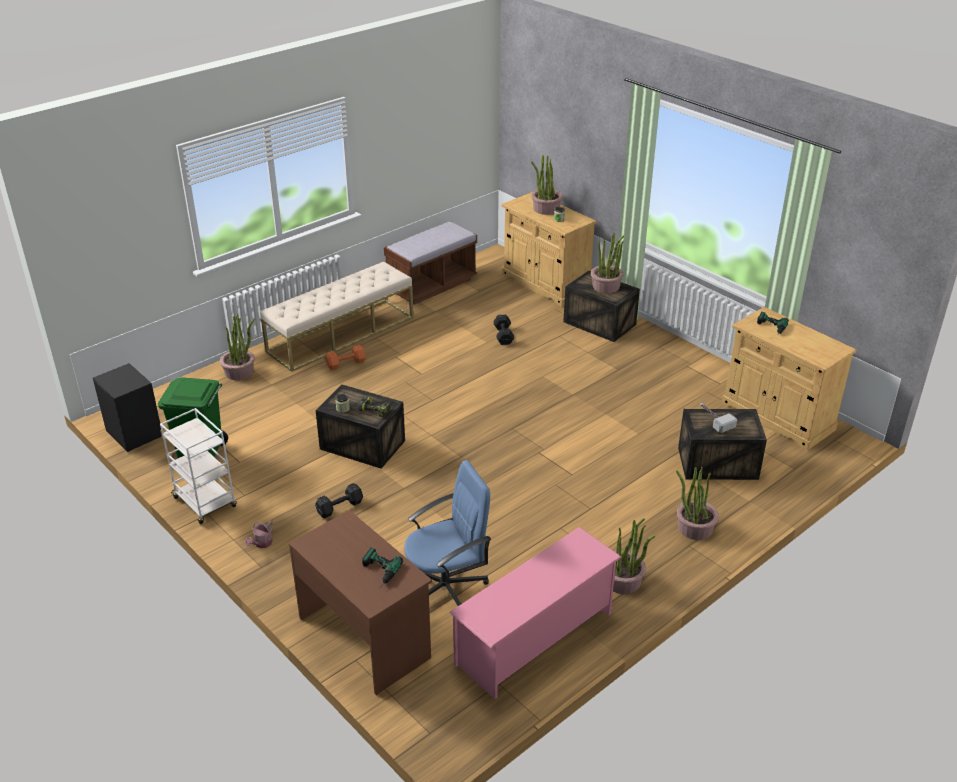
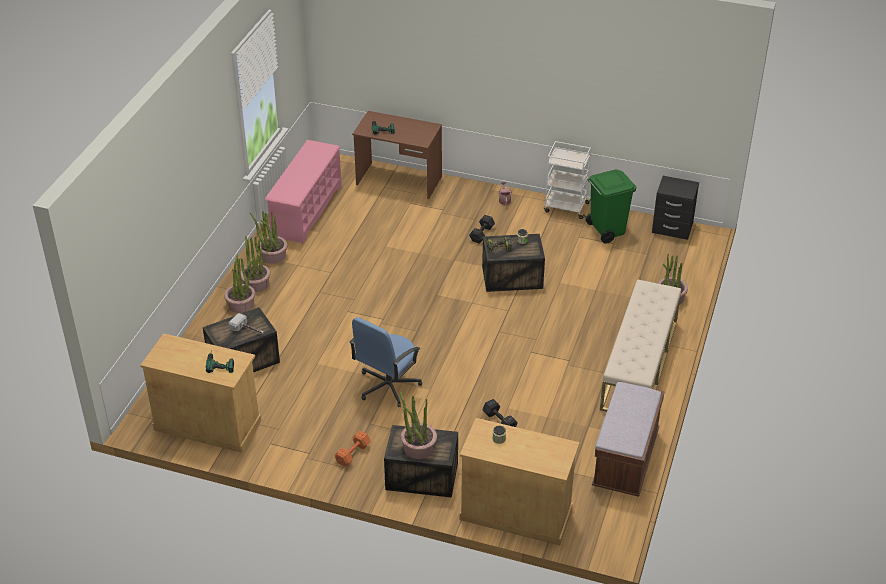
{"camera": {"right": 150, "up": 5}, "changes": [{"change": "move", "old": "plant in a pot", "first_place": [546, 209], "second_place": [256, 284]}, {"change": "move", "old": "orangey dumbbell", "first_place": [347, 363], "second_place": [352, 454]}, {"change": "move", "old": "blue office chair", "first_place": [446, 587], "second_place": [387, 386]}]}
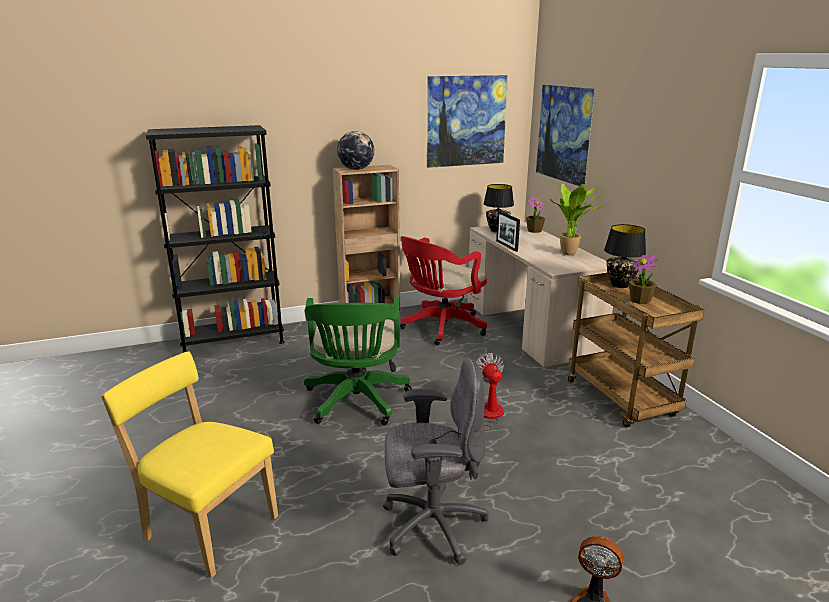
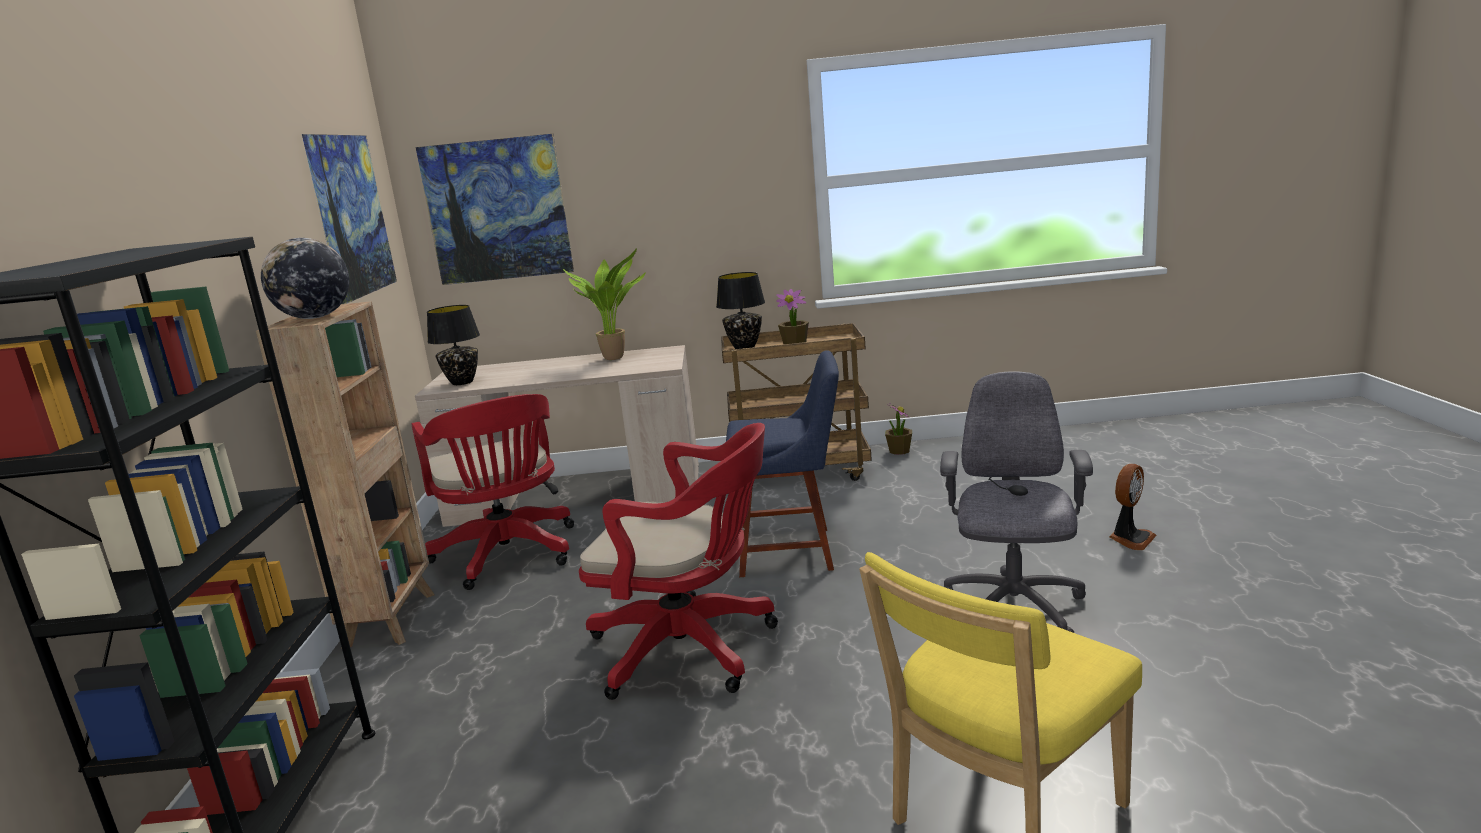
{"camera": {"right": -70, "up": -5}, "changes": [{"change": "move", "old": "plant in a pot", "first_place": [534, 231], "second_place": [899, 451]}, {"change": "delete", "old": "standing frame", "first_place": [506, 246]}, {"change": "recolor", "old": "green-coloured office chair", "new": "red-coloured office chair", "first_place": [356, 403], "second_place": [692, 649]}, {"change": "replace", "old": "electric fan", "new": "blue chair", "first_place": [485, 416], "second_place": [792, 551]}]}
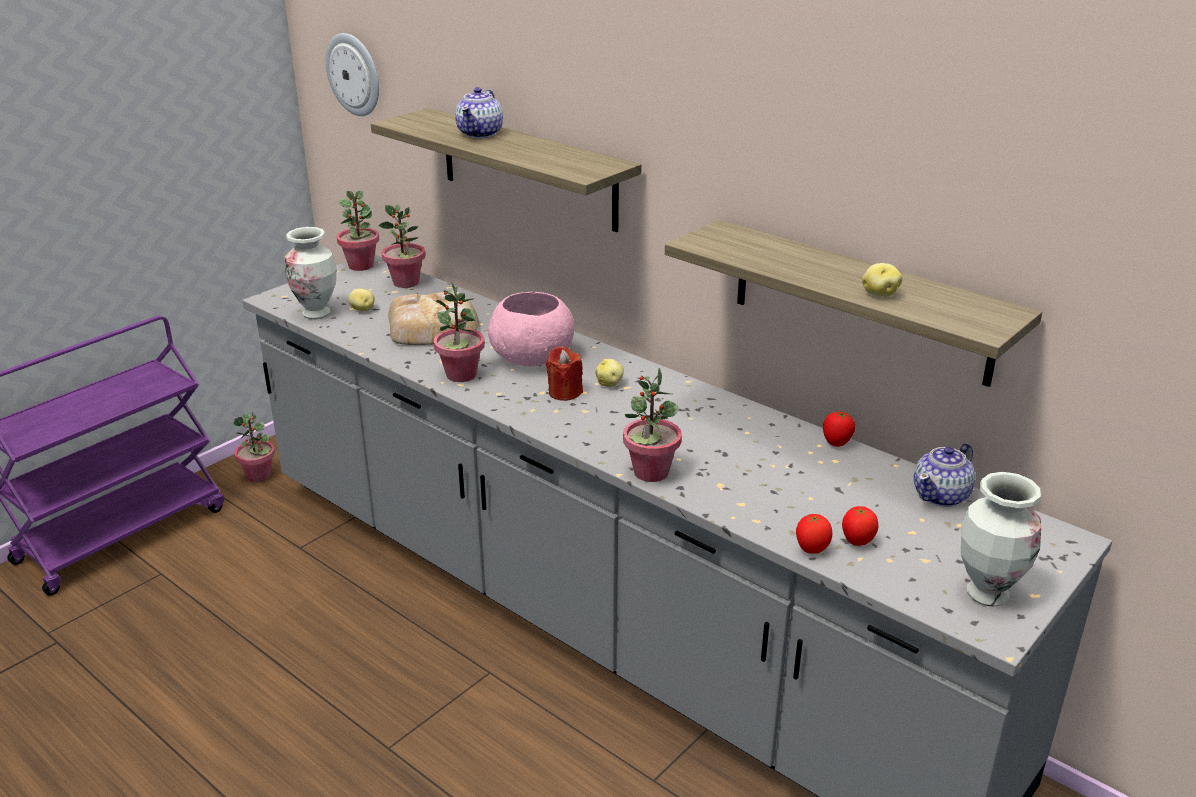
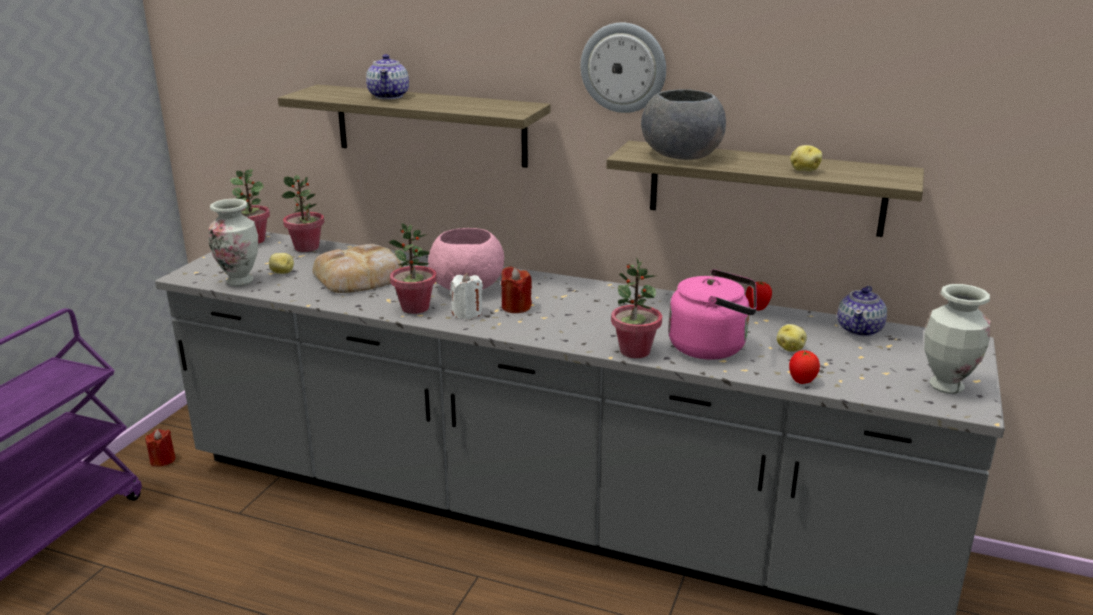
{"camera": {"right": -20, "up": -5}, "changes": [{"change": "move", "old": "clock on the wall", "first_place": [354, 74], "second_place": [623, 67]}, {"change": "move", "old": "whole potato", "first_place": [610, 383], "second_place": [790, 348]}, {"change": "replace", "old": "plant in a pot", "new": "red-coloured candle", "first_place": [259, 476], "second_place": [163, 460]}, {"change": "delete", "old": "fresh tomato", "first_place": [857, 542]}, {"change": "insert", "new": "grey bowl", "second_place": [680, 155]}, {"change": "insert", "new": "pink water kettle", "second_place": [712, 347]}, {"change": "insert", "new": "white-coloured candle", "second_place": [467, 313]}]}
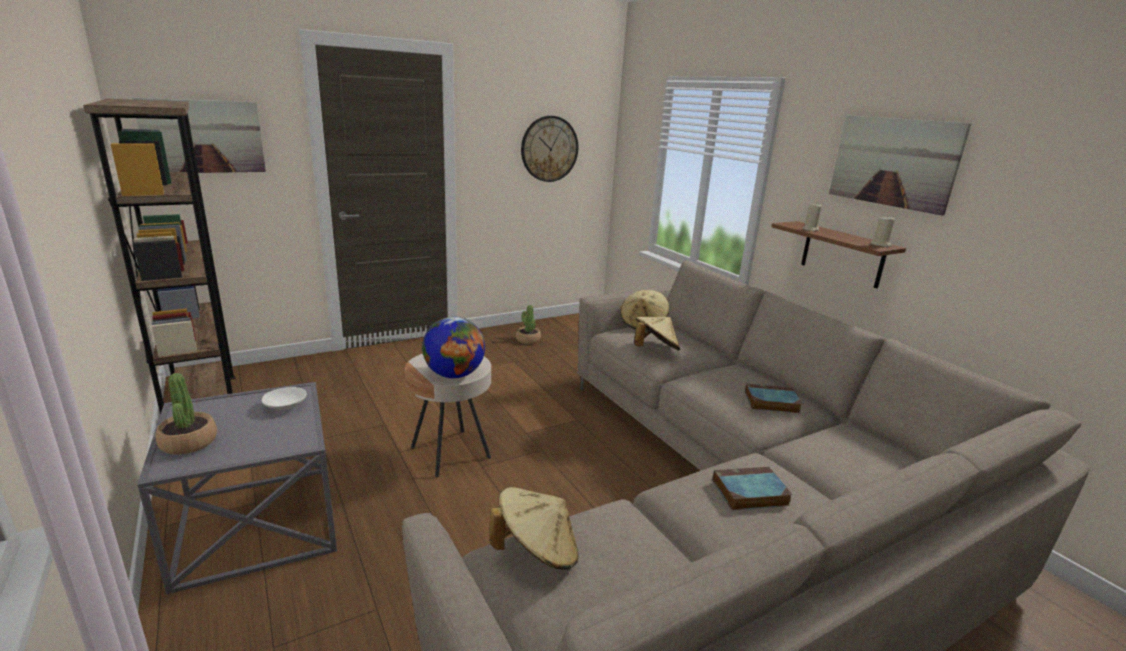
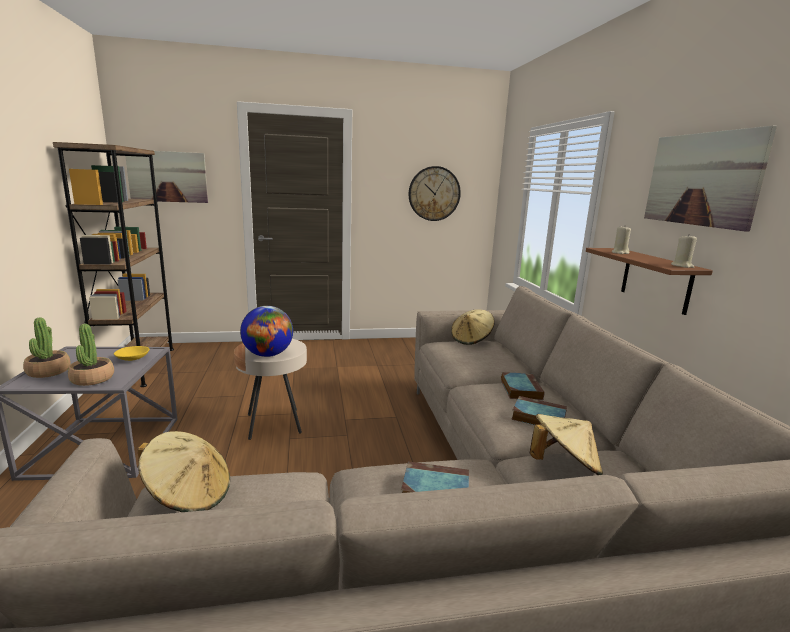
{"camera": {"right": 20, "up": -5}, "changes": [{"change": "move", "old": "plant in a pot", "first_place": [528, 340], "second_place": [92, 379]}, {"change": "move", "old": "sand-coloured clothing hat", "first_place": [655, 349], "second_place": [564, 465]}, {"change": "recolor", "old": "white-coloured bowl", "new": "yellowish bowl", "first_place": [285, 405], "second_place": [132, 358]}, {"change": "insert", "new": "book", "second_place": [520, 389]}]}
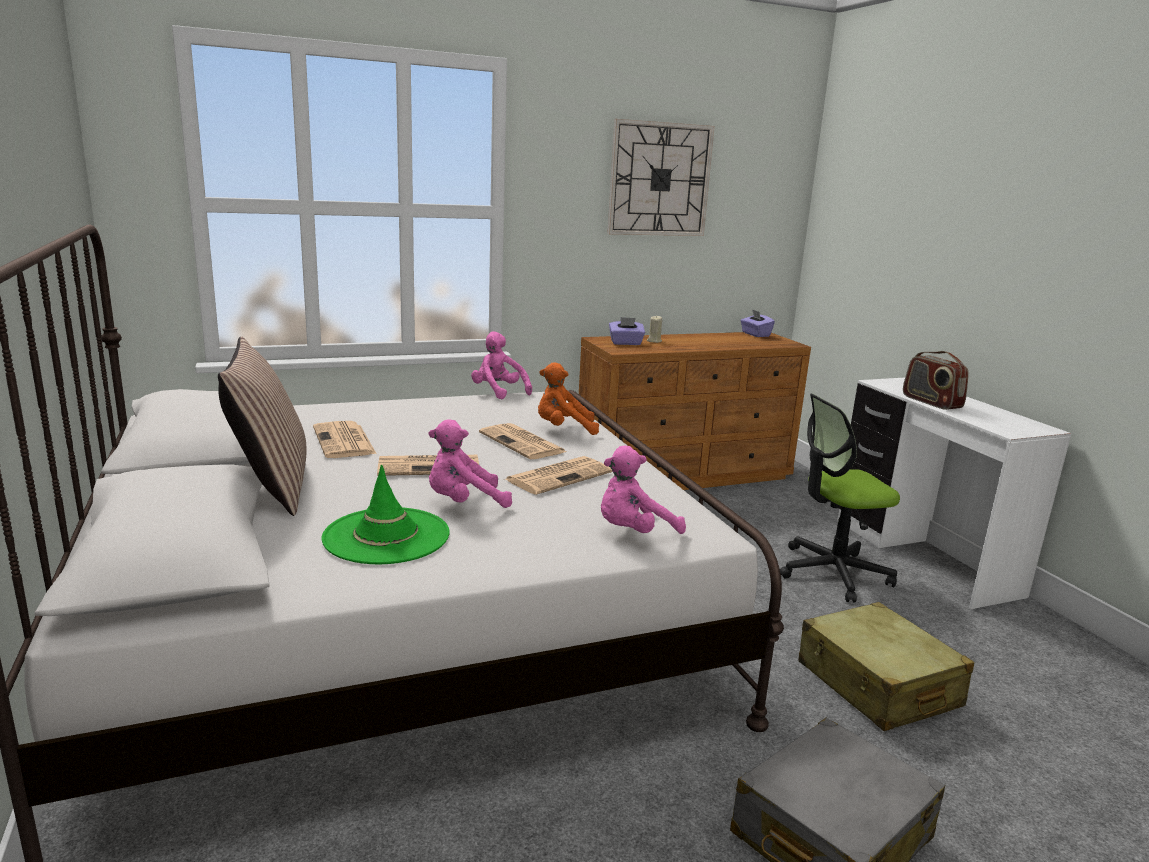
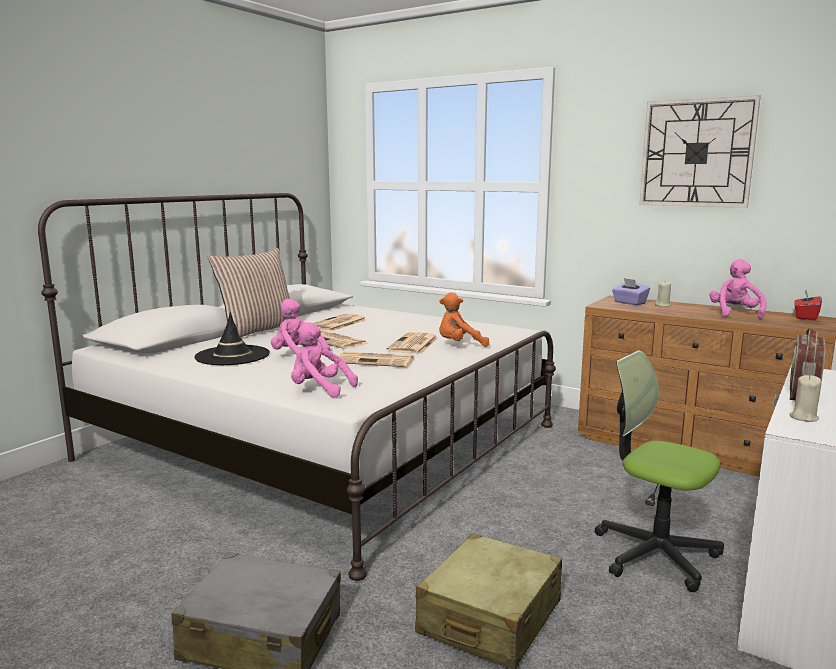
{"camera": {"right": 55, "up": -5}, "changes": [{"change": "recolor", "old": "purple-coloured tissue holder", "new": "red-coloured tissue holder", "first_place": [755, 334], "second_place": [805, 317]}, {"change": "move", "old": "pink plush toy", "first_place": [498, 392], "second_place": [735, 314]}, {"change": "rotate", "old": "orangey plush toy", "first_place": [563, 429], "second_place": [460, 345], "degrees": -60}, {"change": "recolor", "old": "green-coloured clothing hat", "new": "black clothing hat", "first_place": [386, 536], "second_place": [232, 356]}, {"change": "insert", "new": "sand-coloured candle", "second_place": [803, 417]}]}
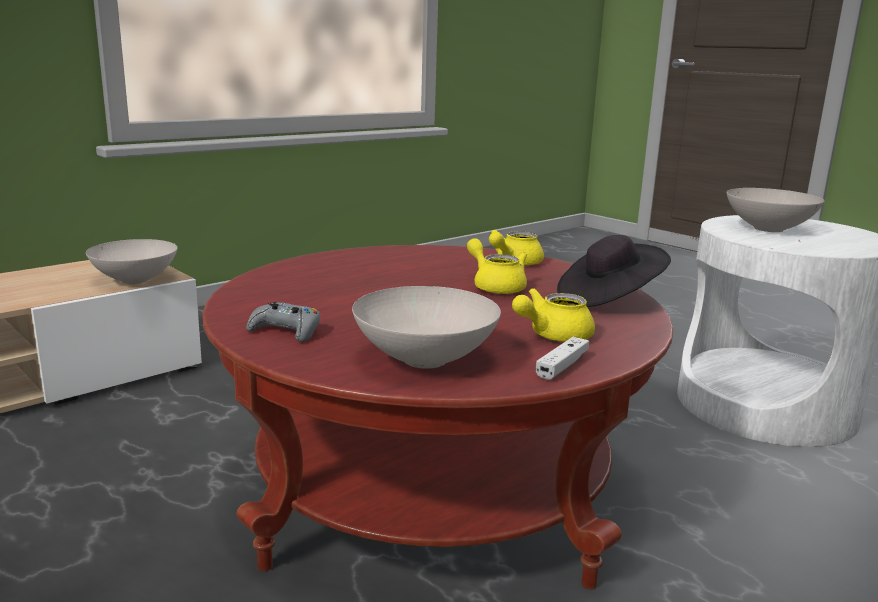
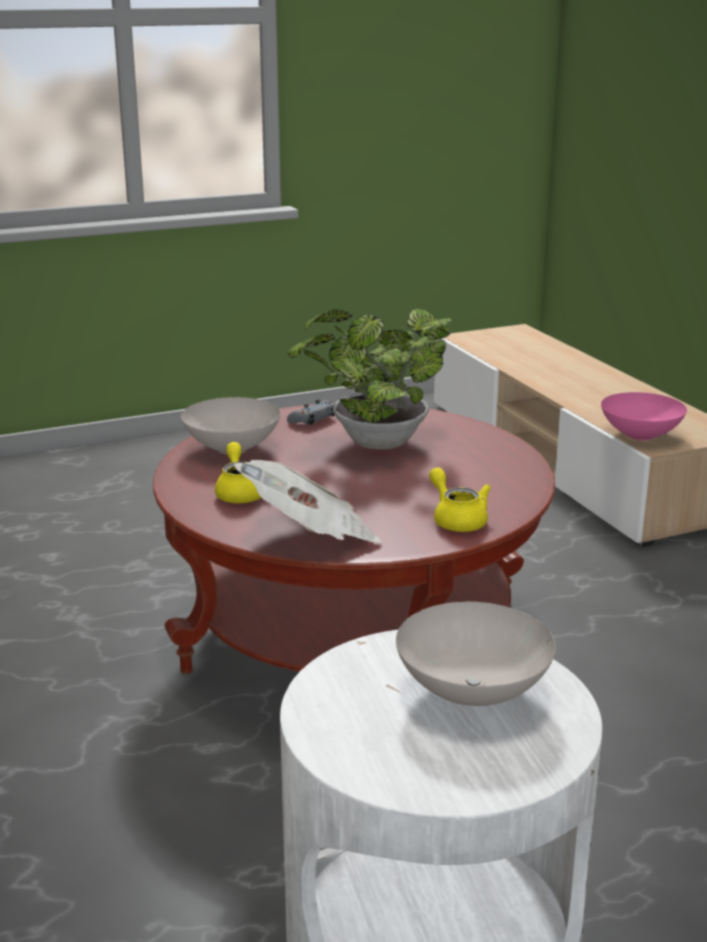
{"camera": {"right": 110, "up": 5}, "changes": [{"change": "replace", "old": "black clothing hat", "new": "daily paper", "first_place": [609, 299], "second_place": [310, 536]}, {"change": "delete", "old": "yellowish tea pot", "first_place": [495, 286]}, {"change": "recolor", "old": "white-coloured bowl", "new": "pink bowl", "first_place": [135, 279], "second_place": [642, 435]}, {"change": "delete", "old": "white-coloured gamepad", "first_place": [562, 366]}, {"change": "insert", "new": "plant in a pot", "second_place": [373, 444]}]}
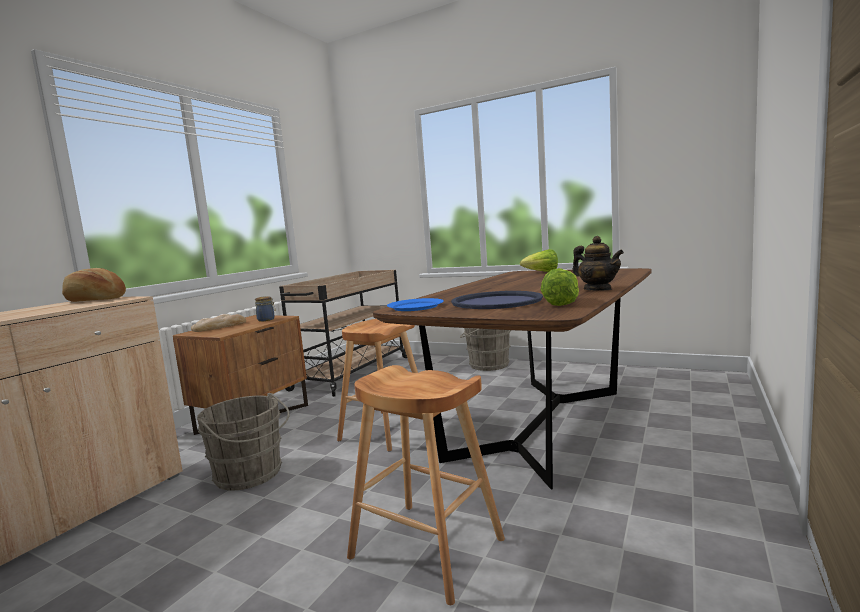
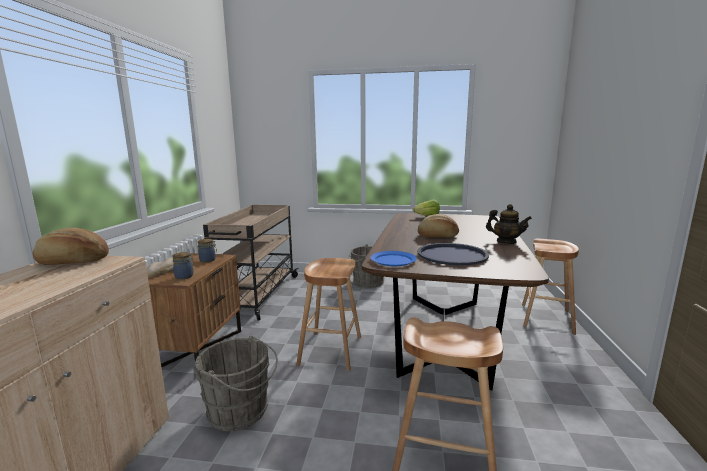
{"camera": {"right": -20, "up": 5}, "changes": [{"change": "delete", "old": "lettuce head", "first_place": [562, 303]}, {"change": "insert", "new": "baked bread", "second_place": [437, 236]}, {"change": "insert", "new": "brown-coloured stool", "second_place": [546, 318]}, {"change": "insert", "new": "storage jar", "second_place": [185, 276]}]}
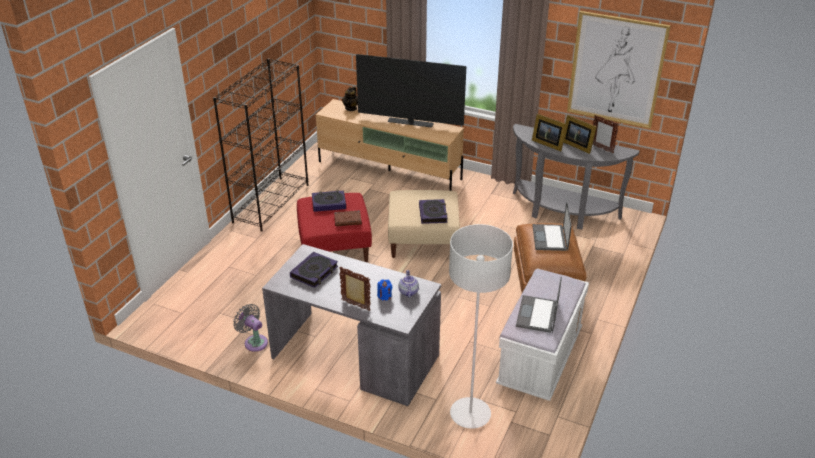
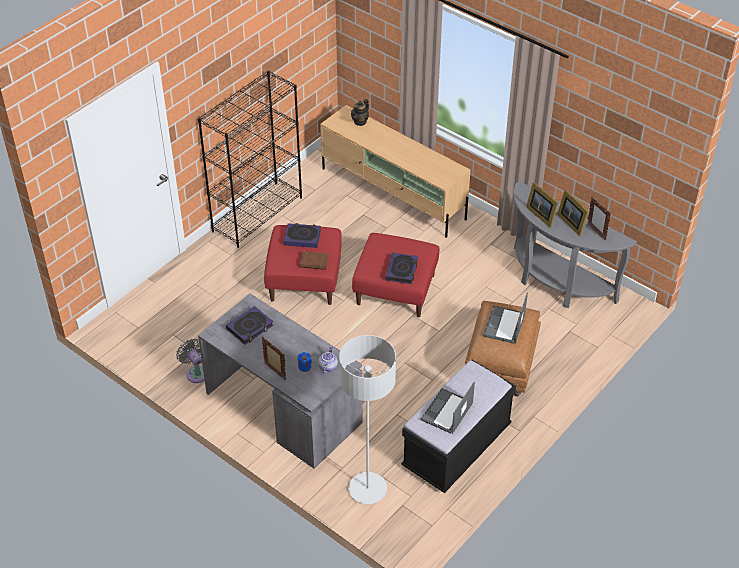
{"camera": {"right": 15, "up": 10}, "changes": [{"change": "delete", "old": "picture", "first_place": [616, 70]}, {"change": "delete", "old": "television", "first_place": [410, 123]}, {"change": "recolor", "old": "sand-coloured ottoman", "new": "red-coloured ottoman", "first_place": [423, 240], "second_place": [396, 289]}, {"change": "recolor", "old": "white-coloured bench", "new": "black bench", "first_place": [540, 359], "second_place": [456, 448]}]}
